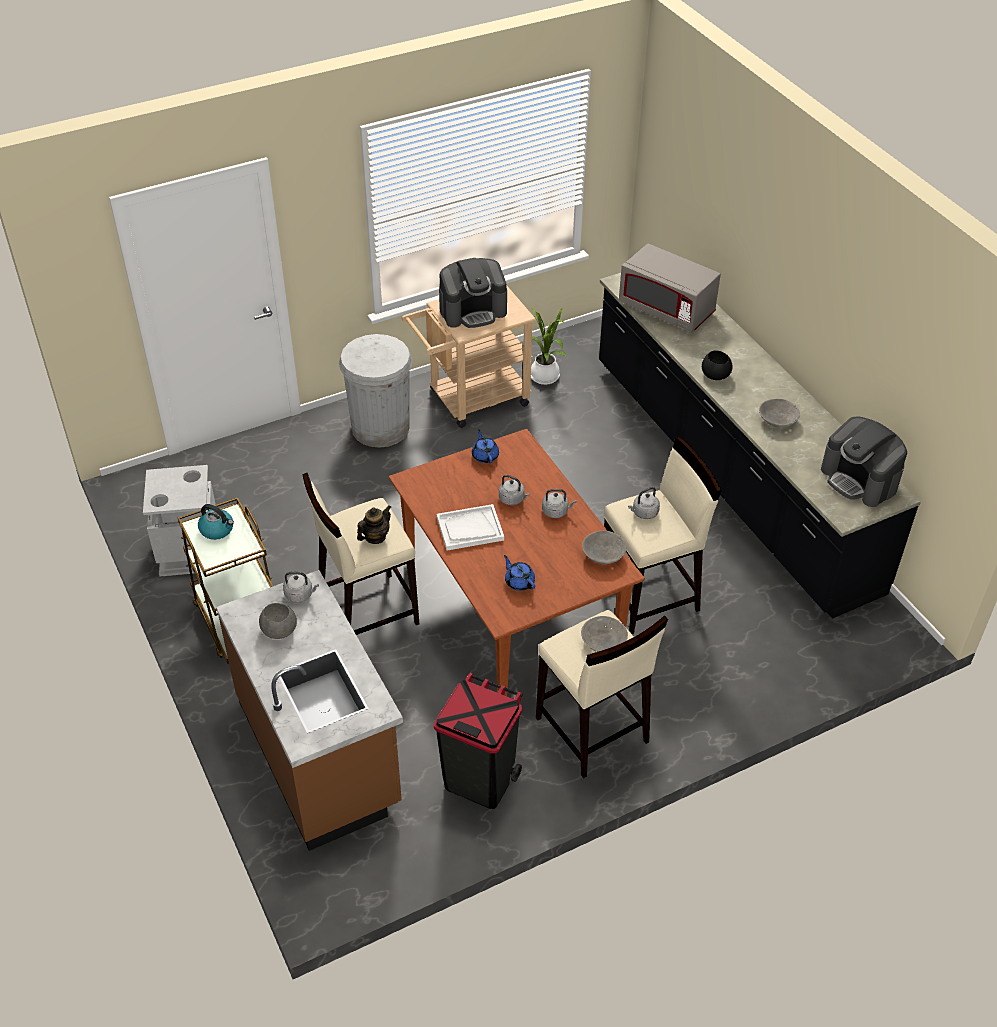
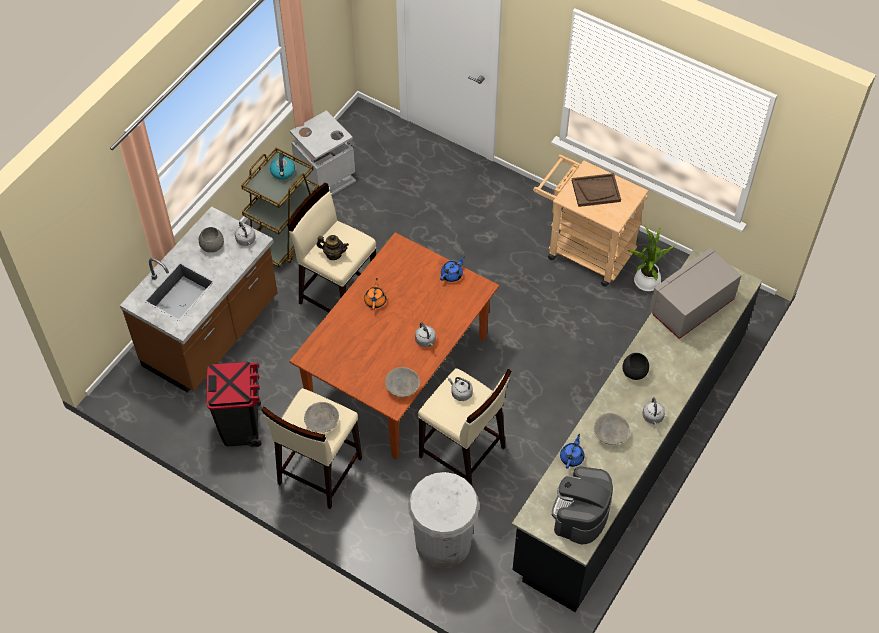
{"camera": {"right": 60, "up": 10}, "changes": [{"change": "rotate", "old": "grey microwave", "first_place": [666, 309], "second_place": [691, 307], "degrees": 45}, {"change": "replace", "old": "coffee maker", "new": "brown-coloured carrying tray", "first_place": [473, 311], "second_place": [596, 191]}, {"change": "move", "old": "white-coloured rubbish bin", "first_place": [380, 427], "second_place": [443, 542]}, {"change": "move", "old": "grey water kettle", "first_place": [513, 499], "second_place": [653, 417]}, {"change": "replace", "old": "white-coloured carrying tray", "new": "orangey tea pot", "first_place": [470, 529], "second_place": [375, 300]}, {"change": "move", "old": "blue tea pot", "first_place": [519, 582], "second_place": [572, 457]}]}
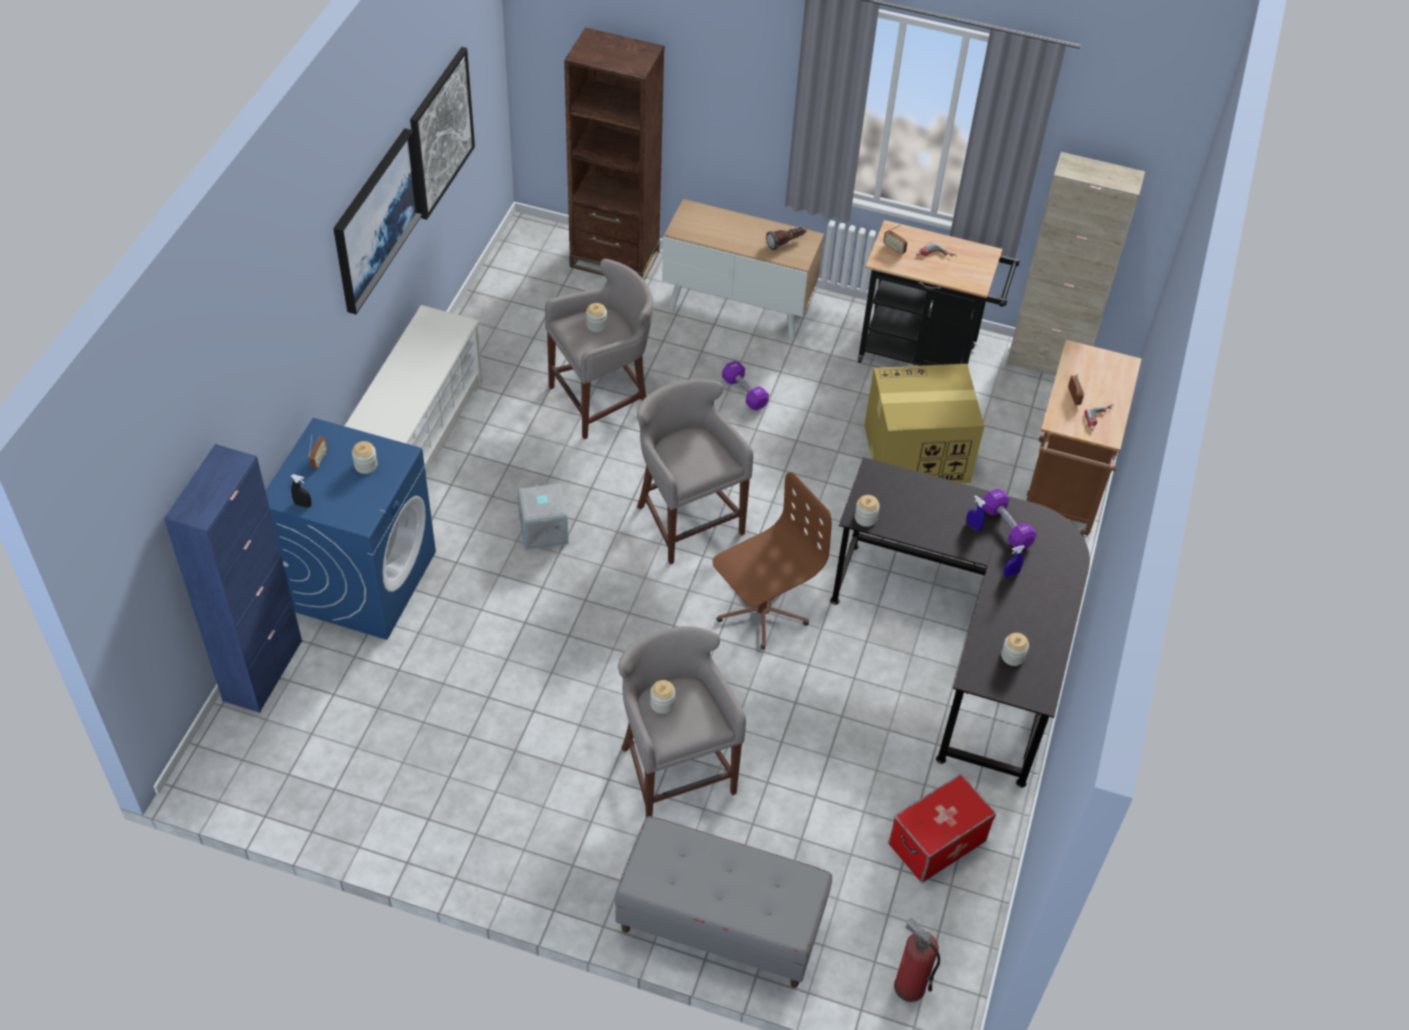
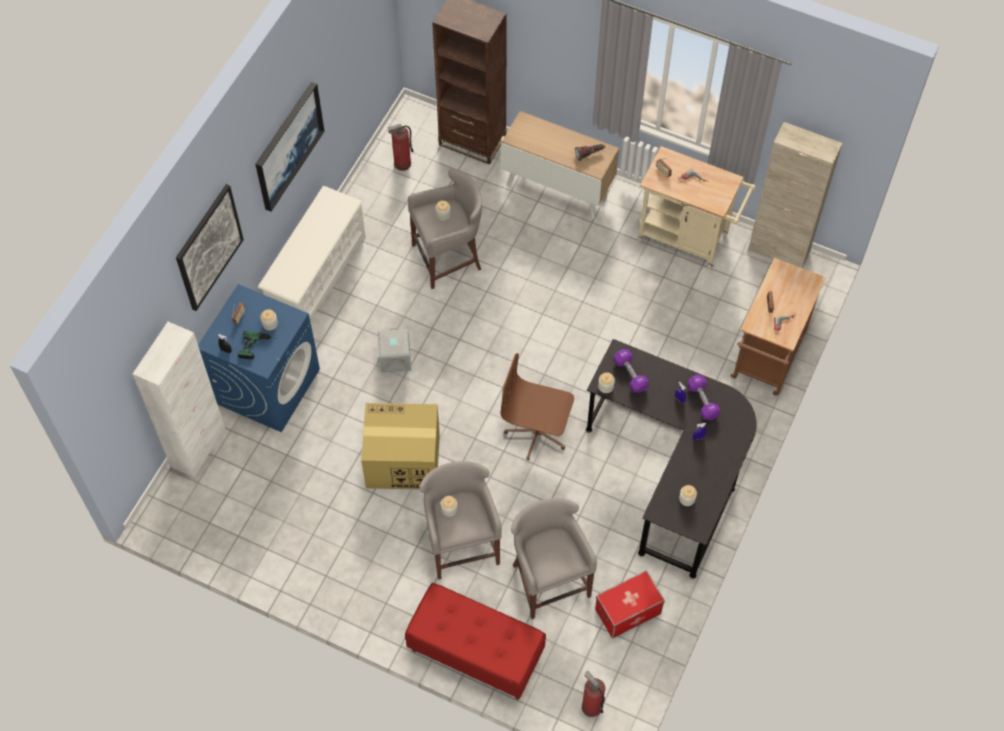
{"camera": {"right": 10, "up": 10}, "changes": [{"change": "move", "old": "picture", "first_place": [441, 133], "second_place": [208, 247]}, {"change": "recolor", "old": "black trolley", "new": "sand-coloured trolley", "first_place": [925, 355], "second_place": [688, 238]}, {"change": "move", "old": "purple-coloured dumbbell", "first_place": [744, 392], "second_place": [630, 375]}, {"change": "move", "old": "carton", "first_place": [915, 453], "second_place": [401, 460]}, {"change": "move", "old": "grey stool", "first_place": [687, 518], "second_place": [549, 579]}, {"change": "recolor", "old": "blue cabinet", "new": "white-coloured cabinet", "first_place": [263, 670], "second_place": [198, 447]}, {"change": "rotate", "old": "brown-coloured office chair", "first_place": [761, 610], "second_place": [537, 433], "degrees": -135}, {"change": "recolor", "old": "grey bench", "new": "red-coloured bench", "first_place": [720, 925], "second_place": [475, 653]}, {"change": "insert", "new": "fire-fighting cylinder", "second_place": [402, 164]}, {"change": "insert", "new": "power drill", "second_place": [258, 347]}]}
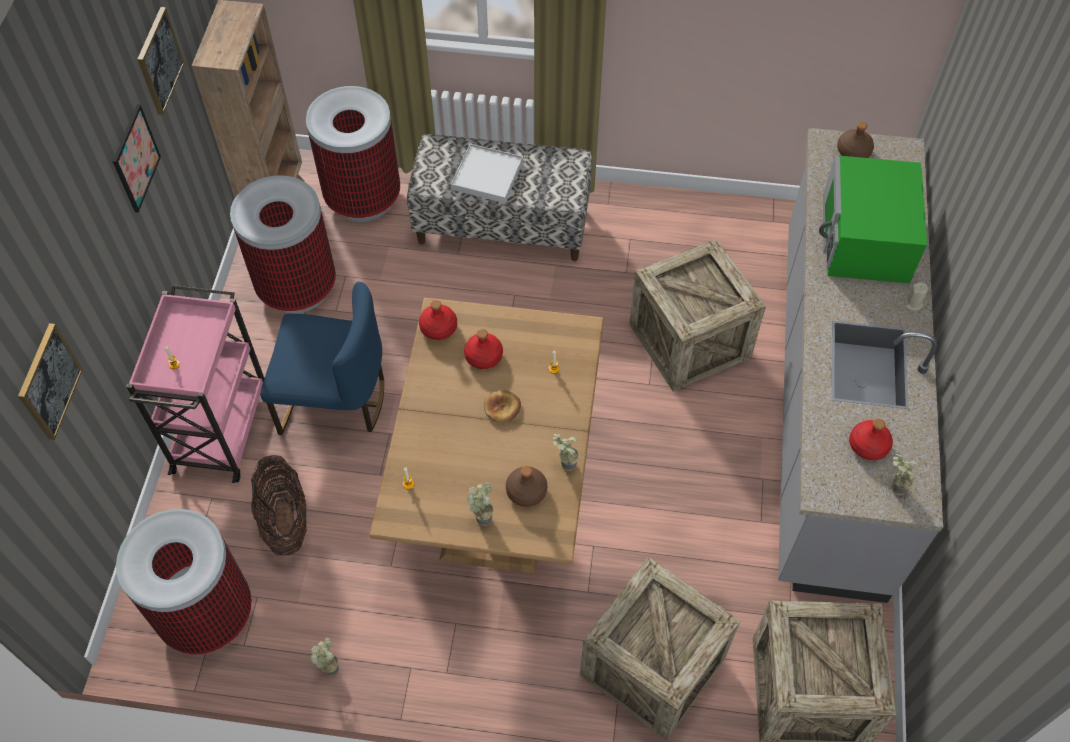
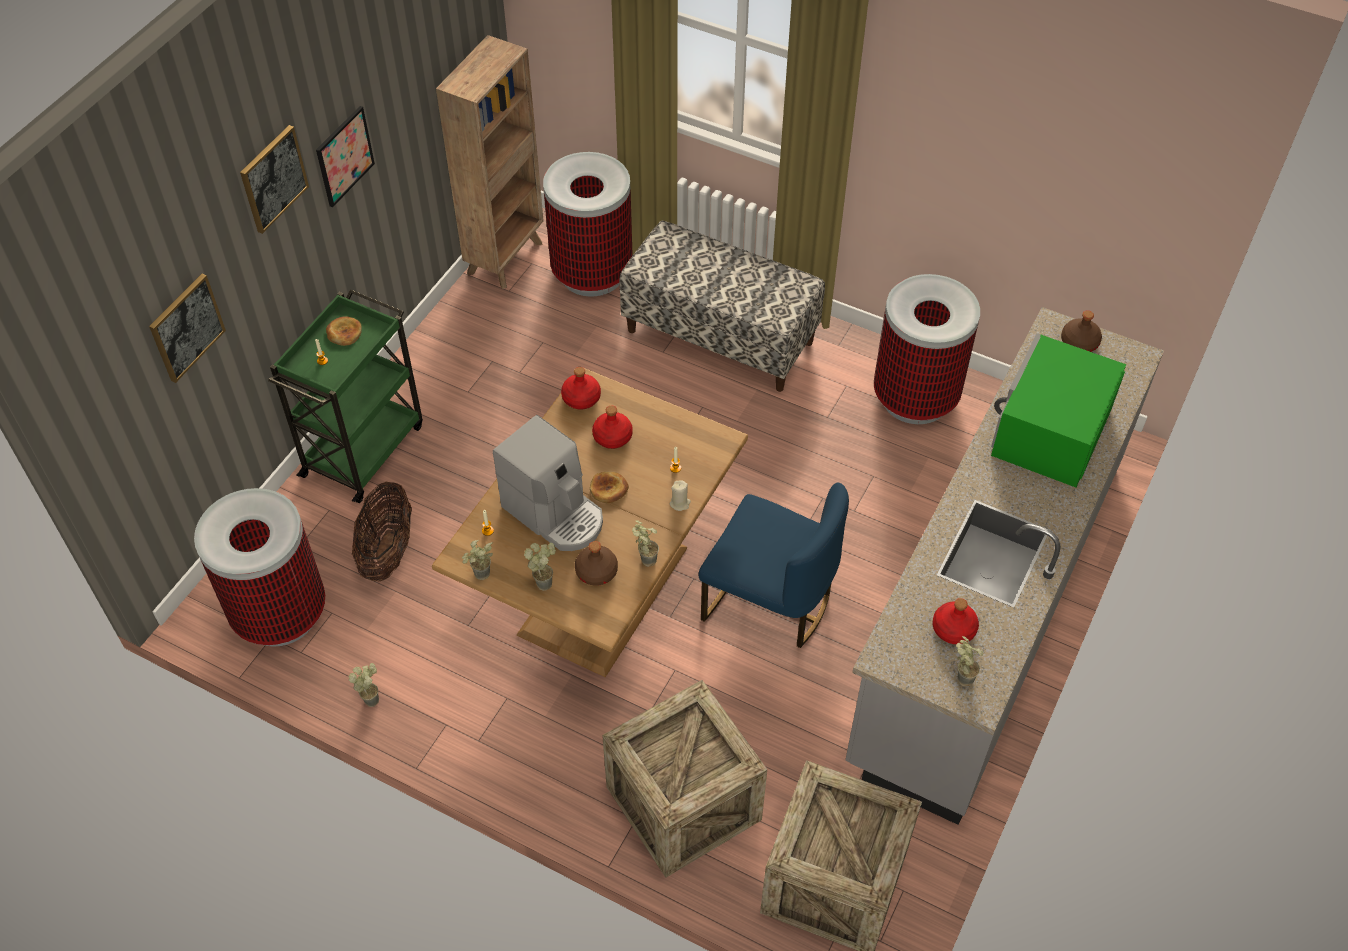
{"camera": {"right": 20, "up": -5}, "changes": [{"change": "move", "old": "picture", "first_place": [159, 61], "second_place": [273, 178]}, {"change": "delete", "old": "white-coloured carrying tray", "first_place": [487, 175]}, {"change": "move", "old": "rubbish bin", "first_place": [297, 287], "second_place": [916, 397]}, {"change": "delete", "old": "shipping crate", "first_place": [689, 340]}, {"change": "move", "old": "blue chair", "first_place": [334, 401], "second_place": [769, 602]}, {"change": "move", "old": "sand-coloured candle", "first_place": [913, 303], "second_place": [680, 503]}, {"change": "recolor", "old": "pink trolley", "new": "green-coloured trolley", "first_place": [221, 427], "second_place": [364, 448]}, {"change": "insert", "new": "baked bread", "second_place": [344, 333]}, {"change": "insert", "new": "coffee maker", "second_place": [555, 514]}, {"change": "insert", "new": "plant in a pot", "second_place": [480, 578]}]}
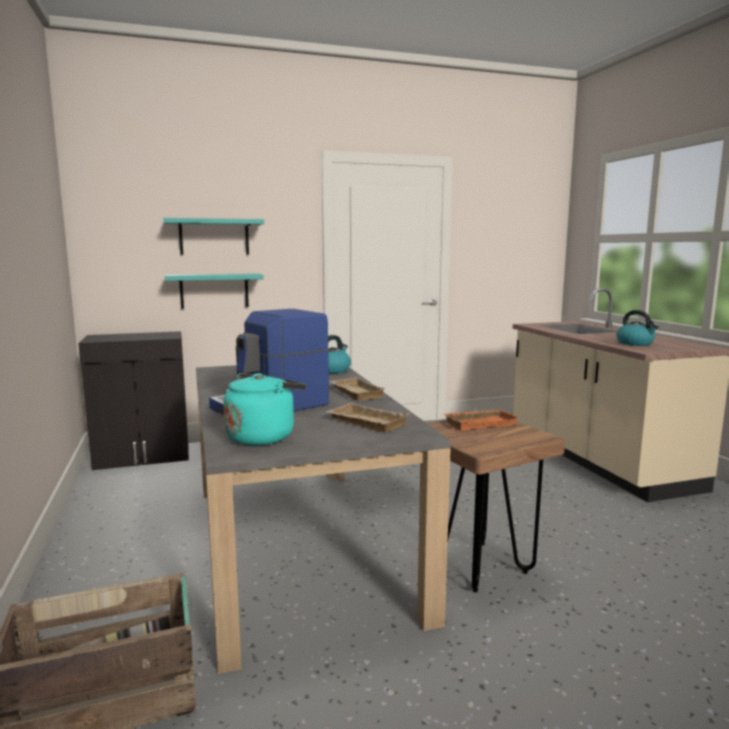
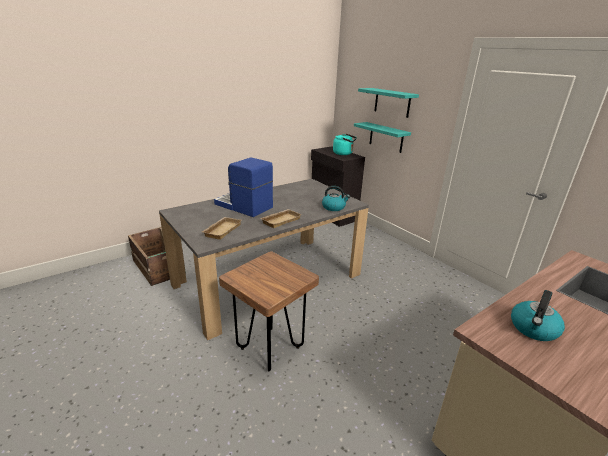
{"camera": {"right": 70, "up": 15}, "changes": [{"change": "move", "old": "turquoise-coloured water kettle", "first_place": [263, 436], "second_place": [344, 153]}, {"change": "delete", "old": "orangey carrying tray", "first_place": [480, 423]}]}
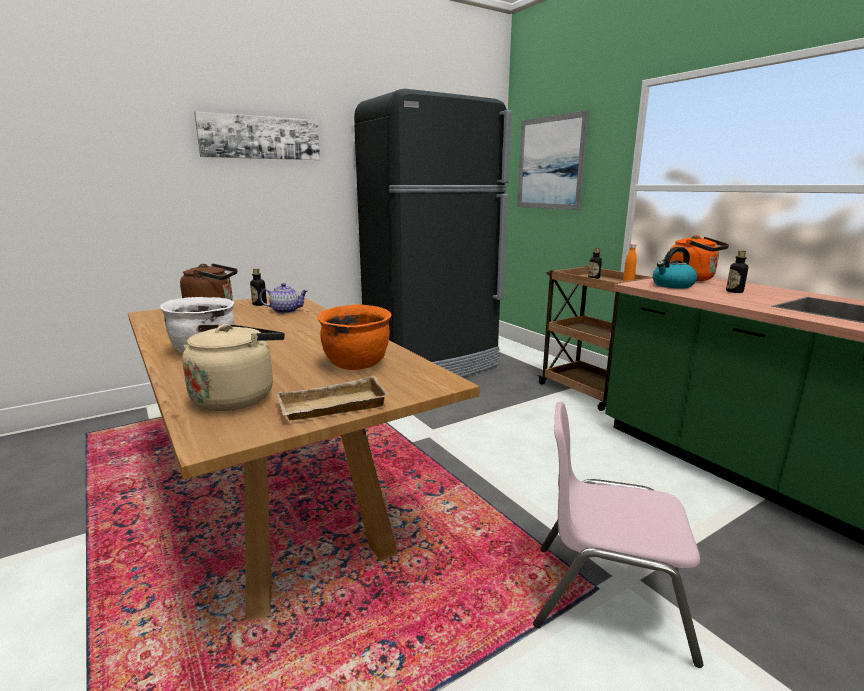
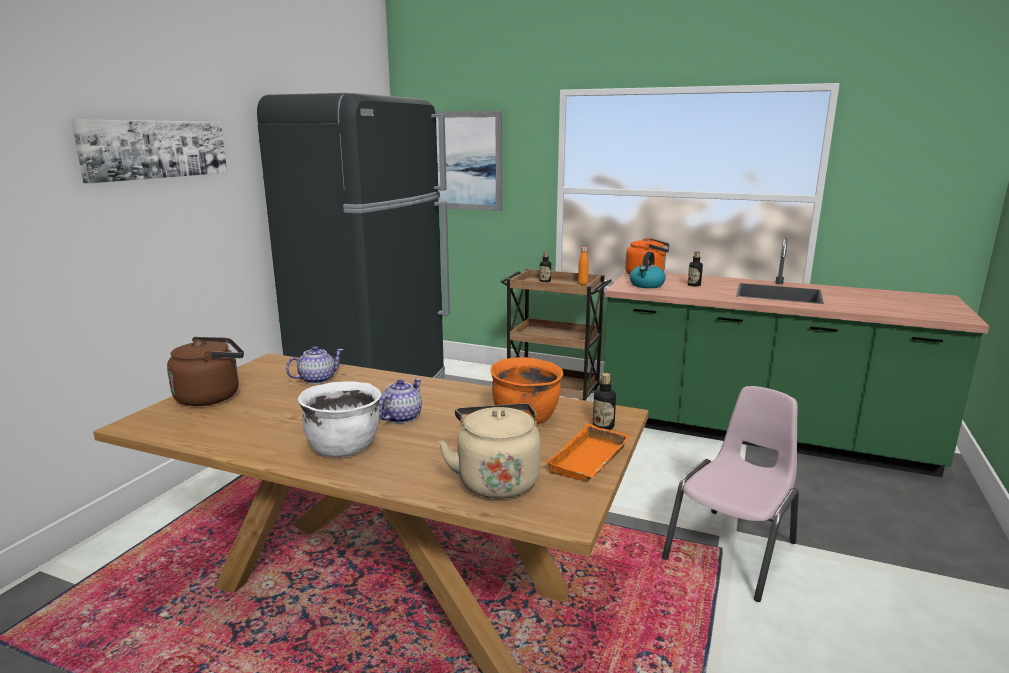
{"camera": {"right": -35, "up": 0}, "changes": [{"change": "move", "old": "drink bottle", "first_place": [259, 304], "second_place": [603, 426]}, {"change": "recolor", "old": "sand-coloured carrying tray", "new": "orangey carrying tray", "first_place": [332, 408], "second_place": [591, 461]}, {"change": "rotate", "old": "pink chair", "first_place": [608, 598], "second_place": [732, 551], "degrees": 150}, {"change": "insert", "new": "tea pot", "second_place": [401, 417]}]}
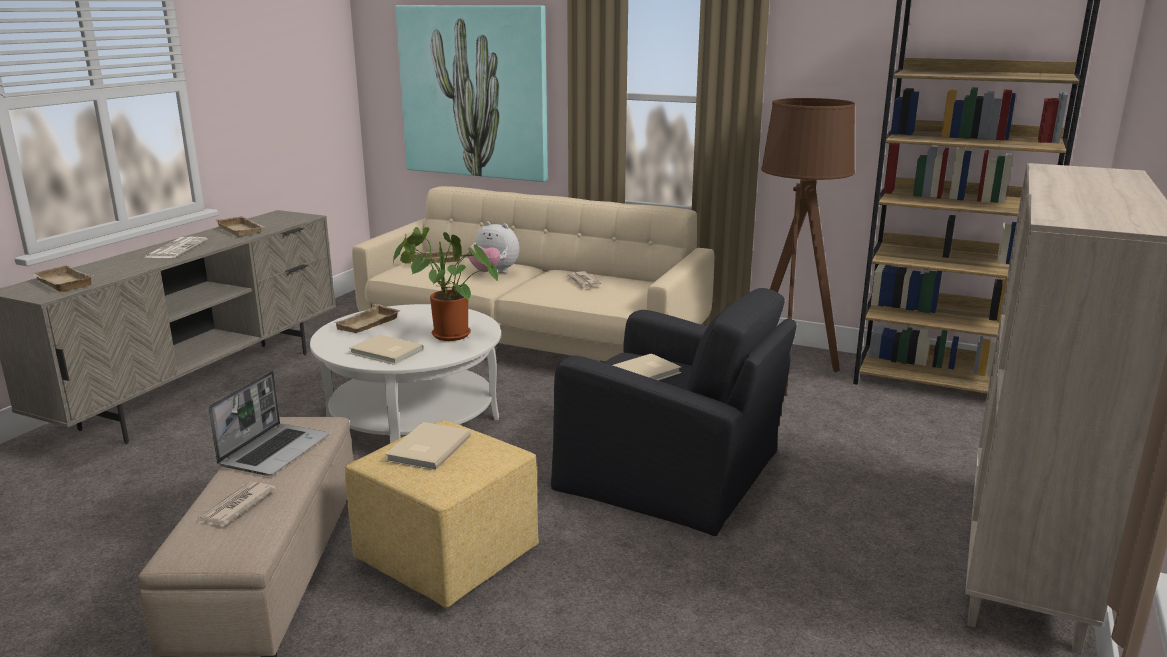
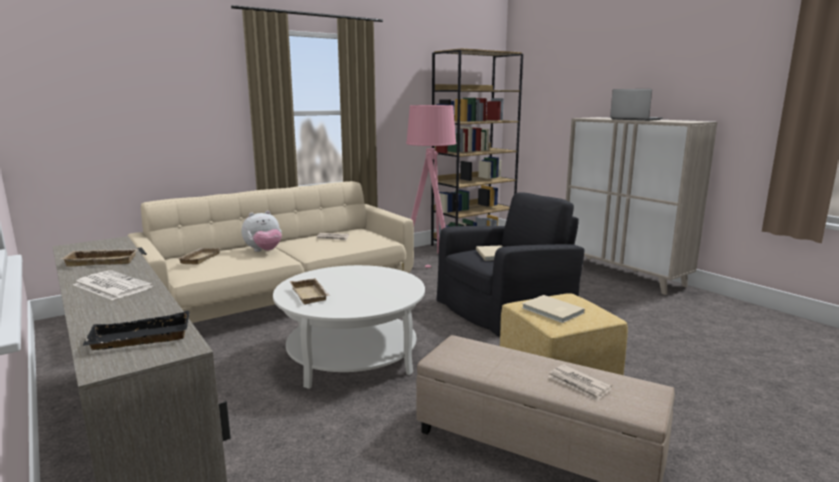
{"camera": {"right": -60, "up": -5}, "changes": [{"change": "delete", "old": "picture", "first_place": [474, 92]}, {"change": "recolor", "old": "brown-coloured standard lamp", "new": "pink standard lamp", "first_place": [789, 375], "second_place": [430, 260]}, {"change": "delete", "old": "plant in a pot", "first_place": [446, 335]}, {"change": "recolor", "old": "sand-coloured carrying tray", "new": "black carrying tray", "first_place": [61, 283], "second_place": [139, 339]}, {"change": "delete", "old": "sand-coloured book", "first_place": [386, 352]}, {"change": "move", "old": "portable computer", "first_place": [275, 451], "second_place": [635, 119]}]}
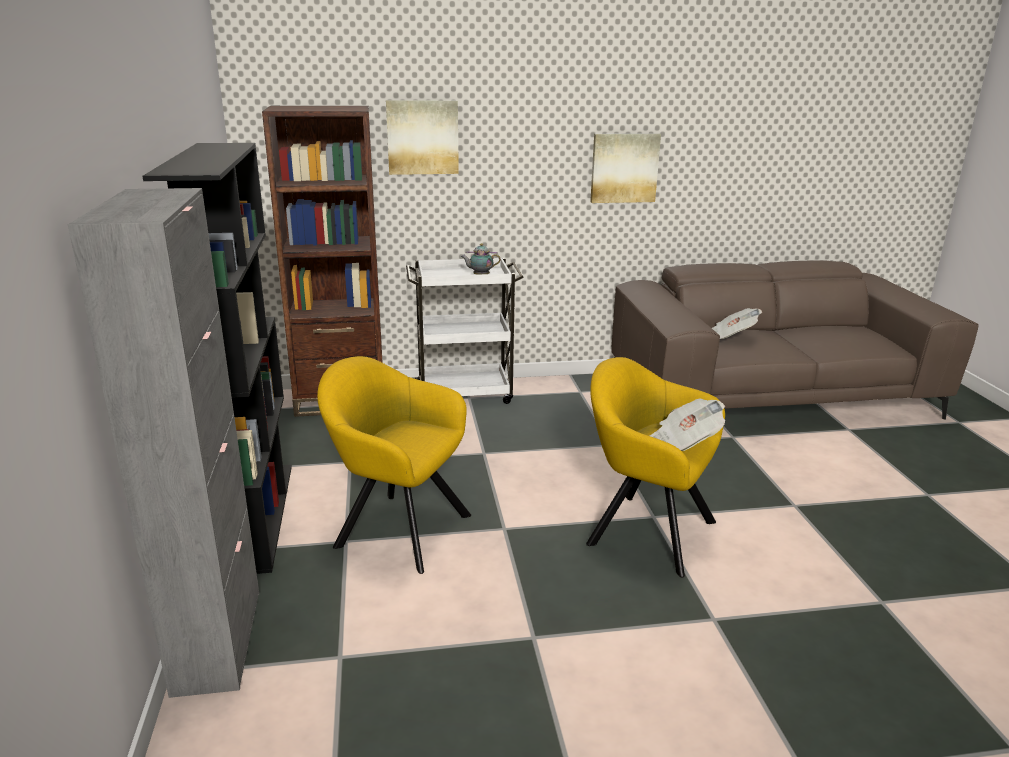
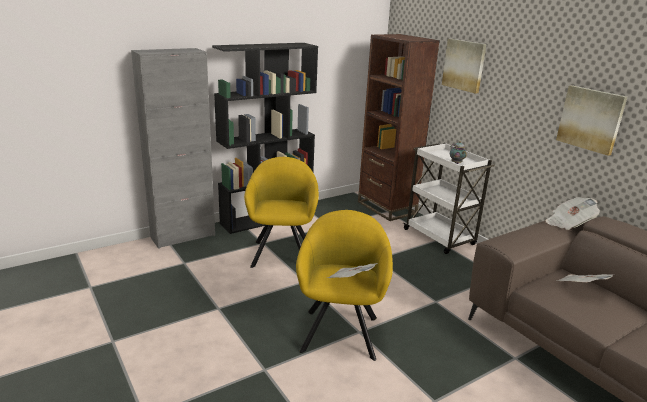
{"camera": {"right": 65, "up": 0}, "changes": [{"change": "insert", "new": "daily paper", "second_place": [568, 224]}]}
